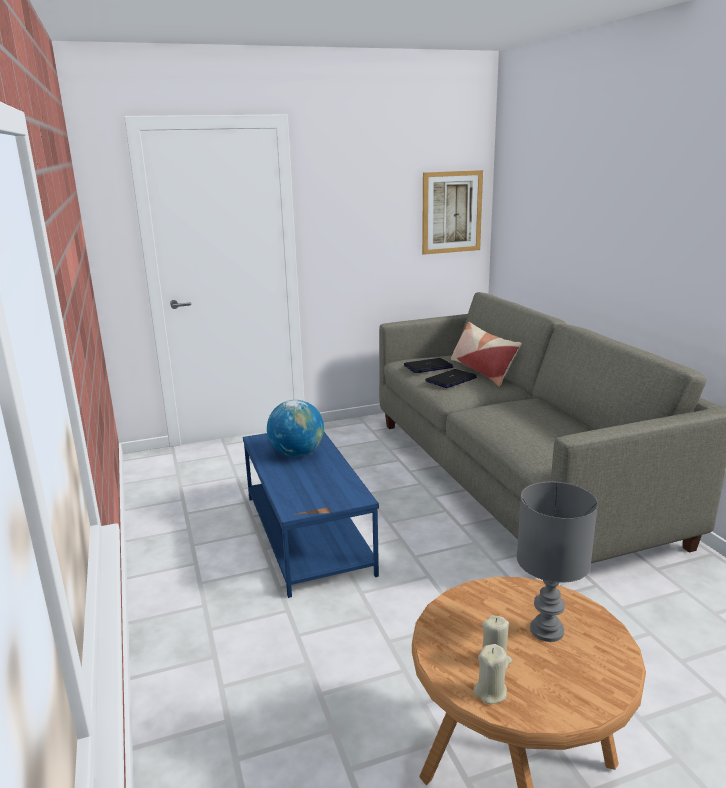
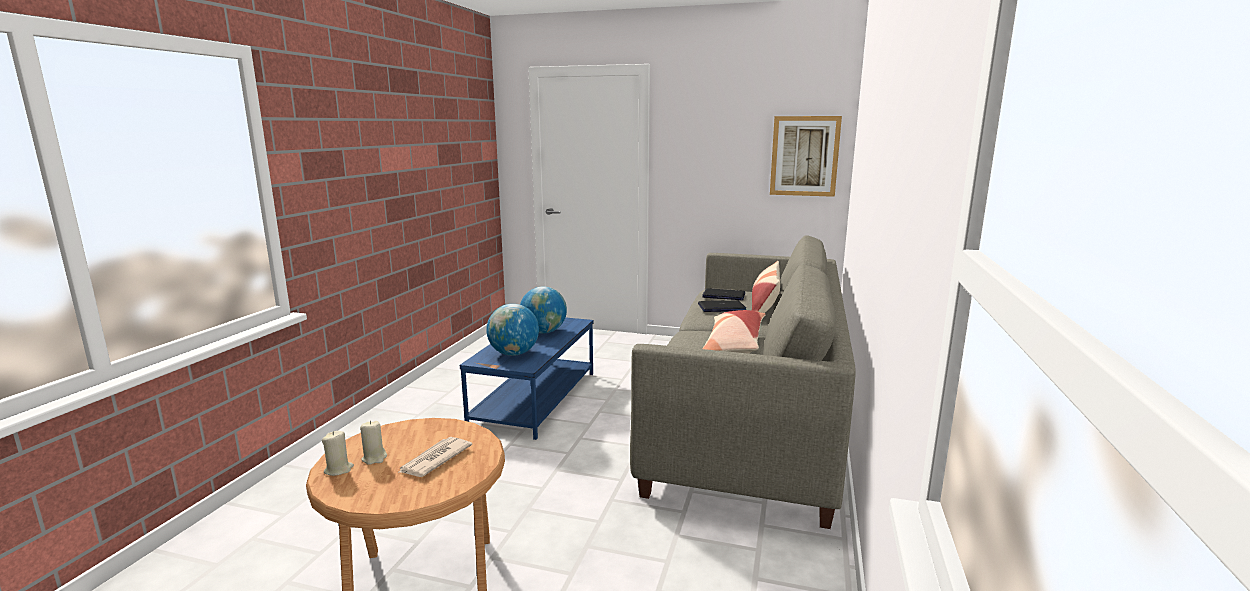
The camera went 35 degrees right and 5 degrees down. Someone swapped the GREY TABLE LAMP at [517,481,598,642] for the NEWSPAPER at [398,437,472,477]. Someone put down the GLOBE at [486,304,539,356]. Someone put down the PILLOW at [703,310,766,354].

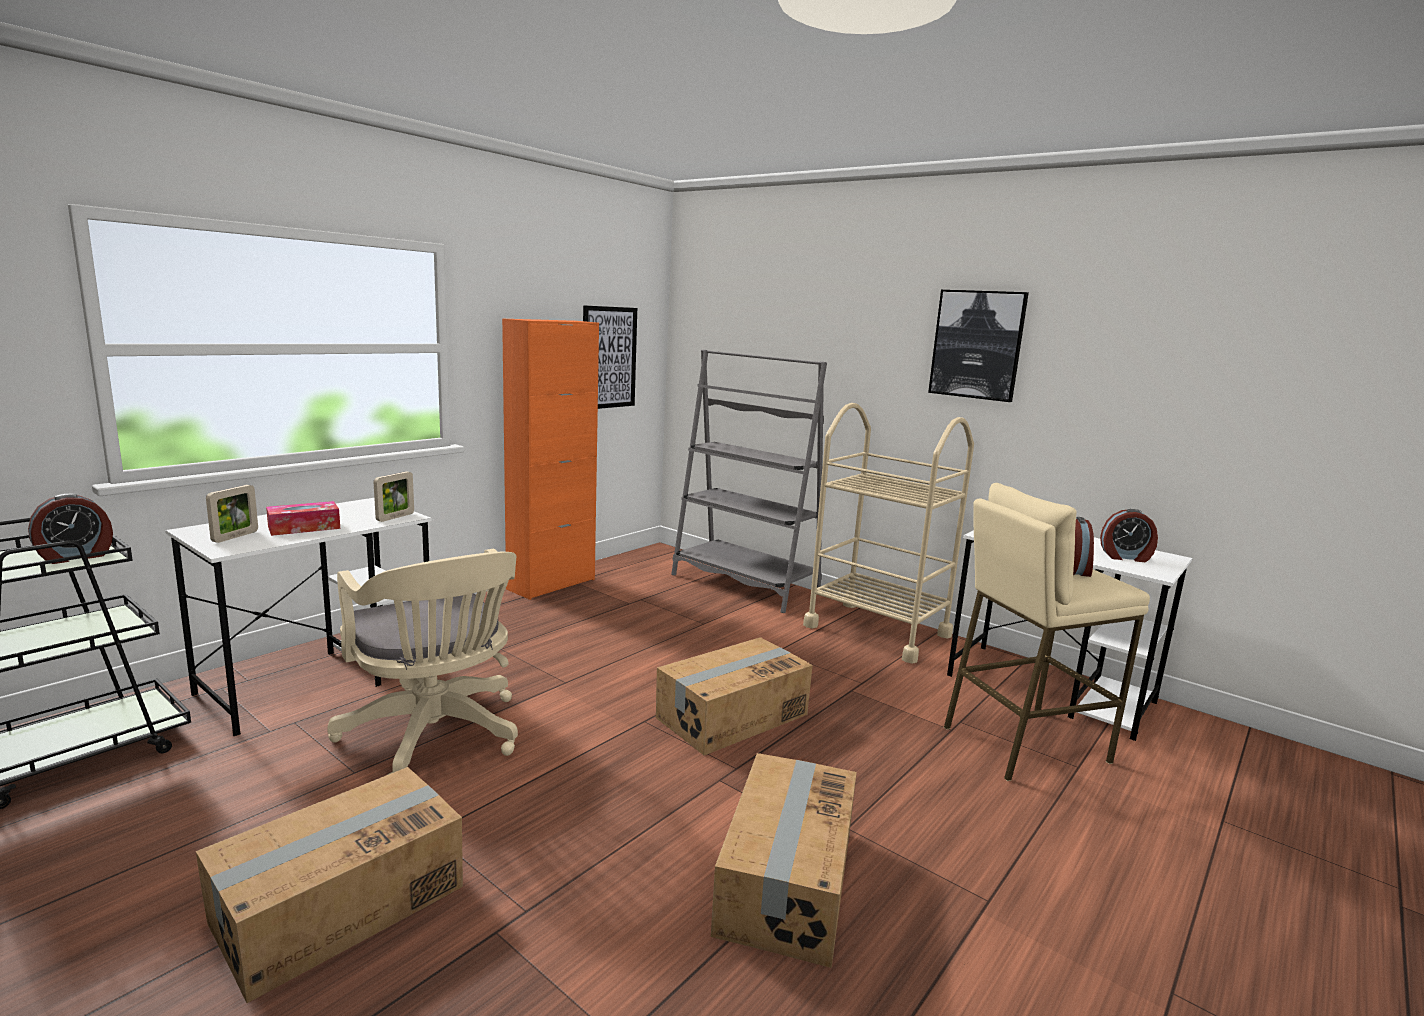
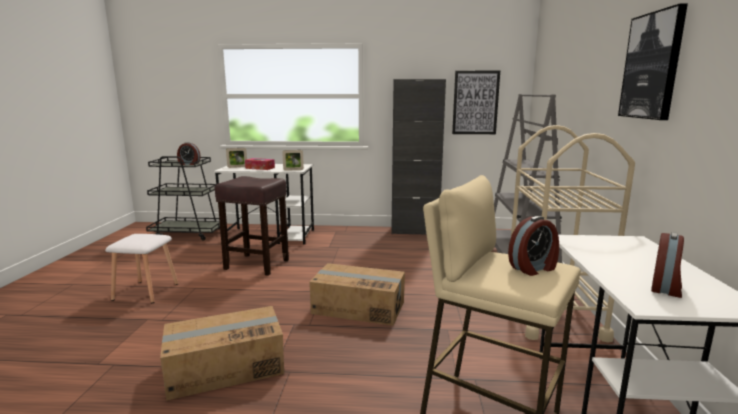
The camera went 55 degrees right and 0 degrees up. Someone swapped the CARDBOARD BOX at [196,767,463,1003] for the WHITE STOOL at [105,234,178,303]. Someone swapped the BEIGE OFFICE CHAIR at [327,549,518,775] for the BROWN STOOL at [215,176,289,276]. Someone repainted the ORANGE CABINET at [502,318,599,600], which became the BLACK CABINET at [391,79,446,234]. Someone rotated the ALARM CLOCK at [1100,509,1158,562] by 120 degrees counterclockwise.

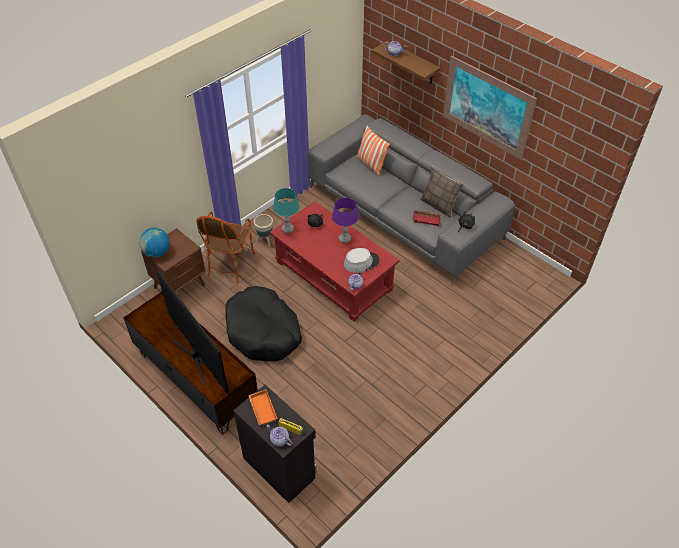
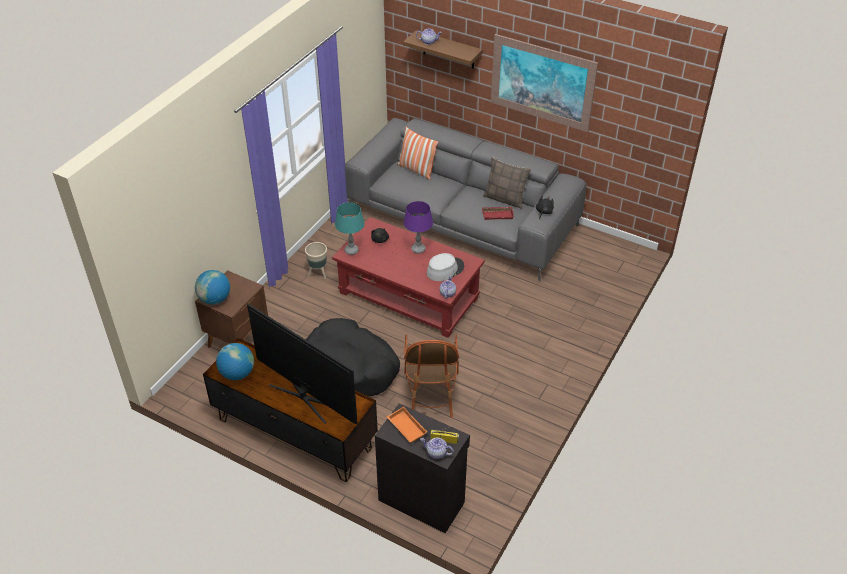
The camera went 15 degrees left and 5 degrees down. Someone carried the ARMCHAIR from [196,212,255,283] to [404,334,459,418]. Someone put down the GLOBE at [216,343,254,380].

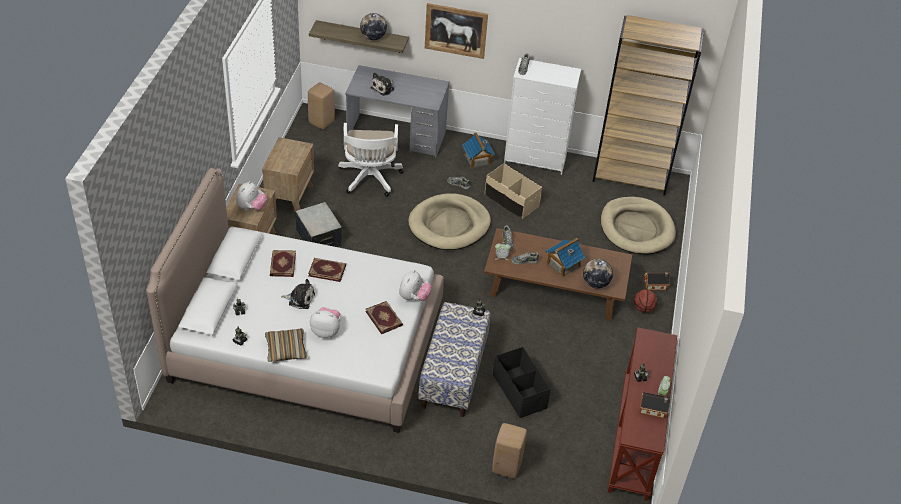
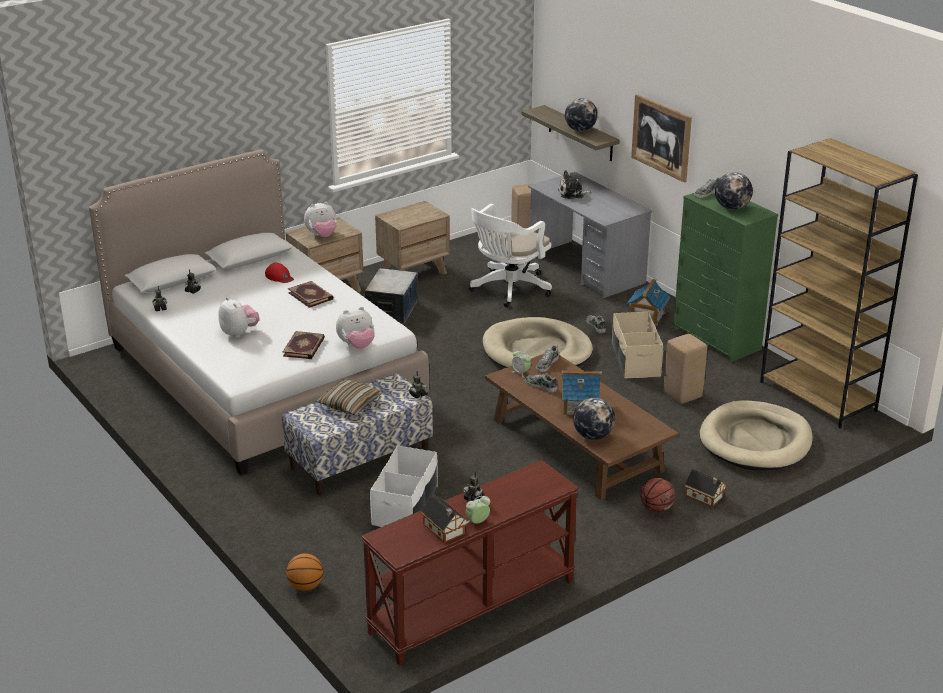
The camera went 45 degrees right and 15 degrees down. Someone carried the PILLOW from [265,329,307,362] to [316,379,382,415]. Someone swapped the BOOK at [270,250,296,277] for the RED CAP at [265,263,294,283]. Someone took away the PLUSH TOY at [281,279,315,309]. Someone carried the BEIGE STOOL from [492,423,527,478] to [664,334,707,404]. Someone repainted the BLACK STORAGE BOX at [493,347,551,418], which became the WHITE STORAGE BOX at [370,445,438,527]. Someone repainted the WHITE DRESSER at [504,58,581,175], which became the GREEN DRESSER at [673,193,778,363]. Someone put down the BASKETBALL at [286,553,323,591]. Someone put down the GLOBE at [715,172,753,210].

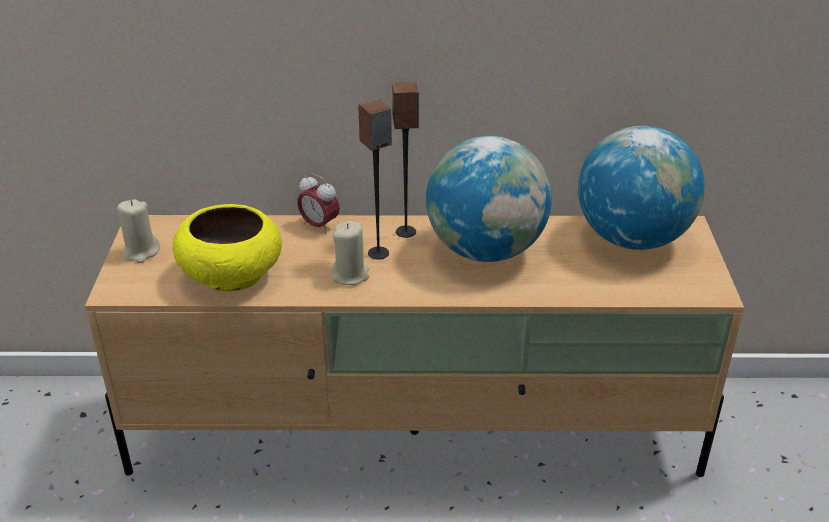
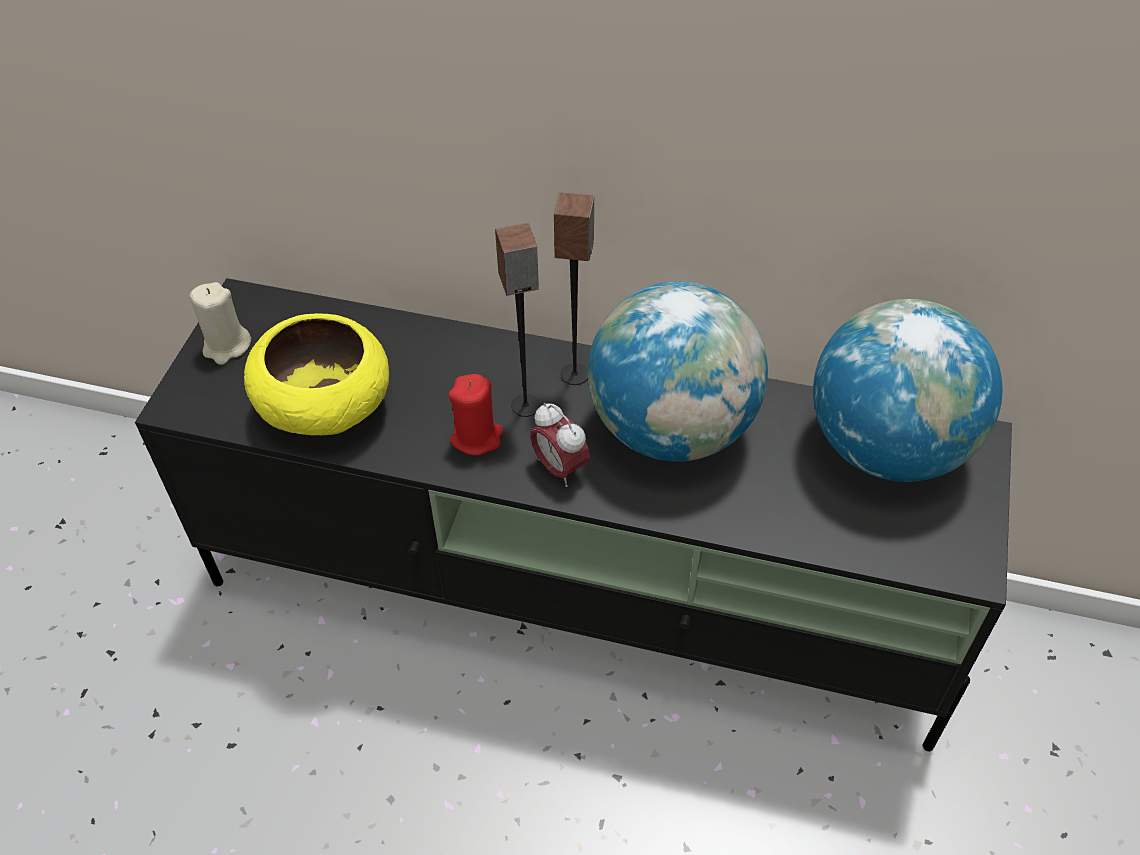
The camera went 15 degrees right and 15 degrees up. Someone repainted the BEIGE TV STAND at [85,215,744,477], which became the BLACK TV STAND at [135,278,1012,751]. Someone carried the ALARM CLOCK from [297,173,340,234] to [530,403,590,487]. Someone repainted the BEIGE CANDLE at [332,221,369,285], which became the RED CANDLE at [449,374,504,455].

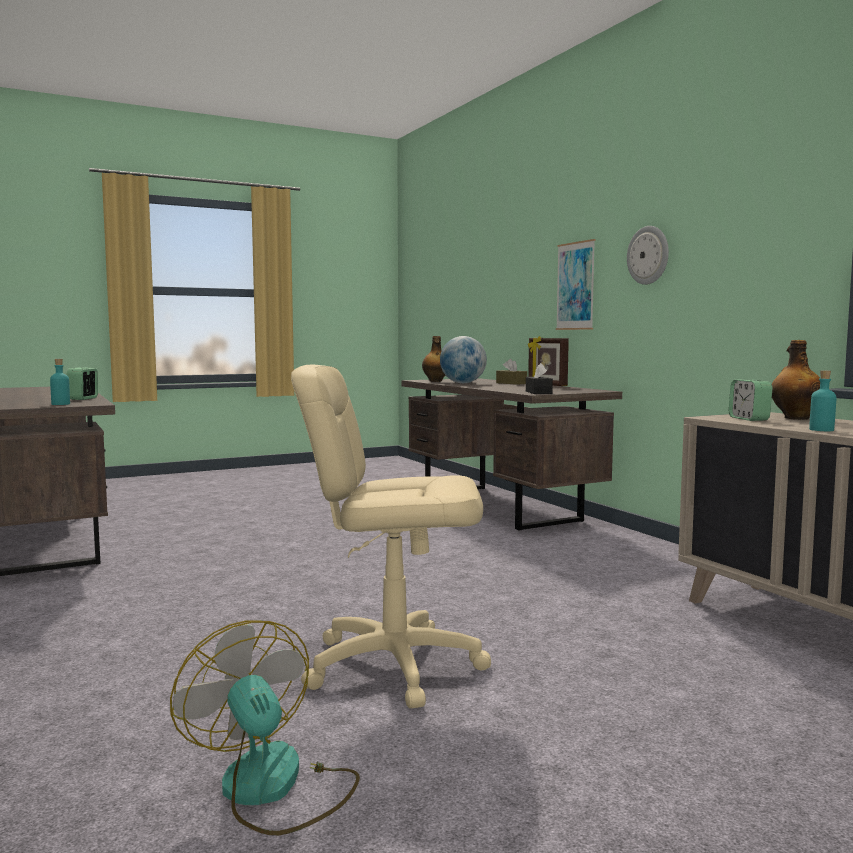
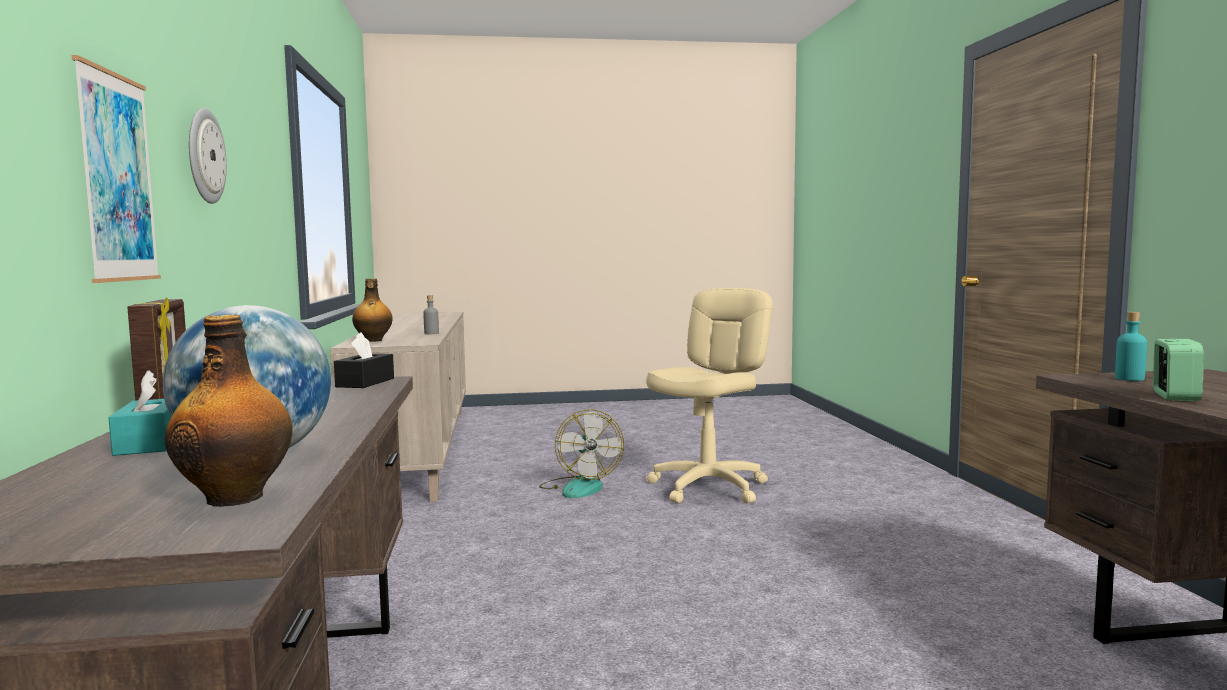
The camera went 160 degrees left and 0 degrees up. Someone carried the FAN from [170,620,360,835] to [539,409,624,498]. Someone rotated the BEIGE OFFICE CHAIR at [291,365,491,708] by 75 degrees counterclockwise. Someone repainted the BROWN TISSUE BOX at [496,359,527,385], which became the TURQUOISE TISSUE BOX at [108,370,171,456]. Someone took away the ALARM CLOCK at [729,380,773,421]. Someone repainted the TURQUOISE BOTTLE at [809,370,836,431], which became the GREY BOTTLE at [423,295,439,334].

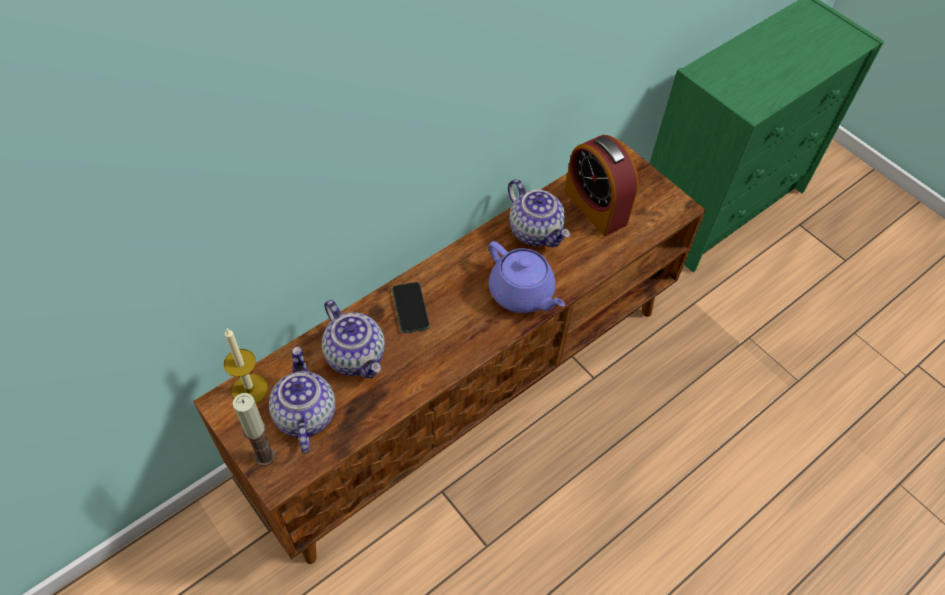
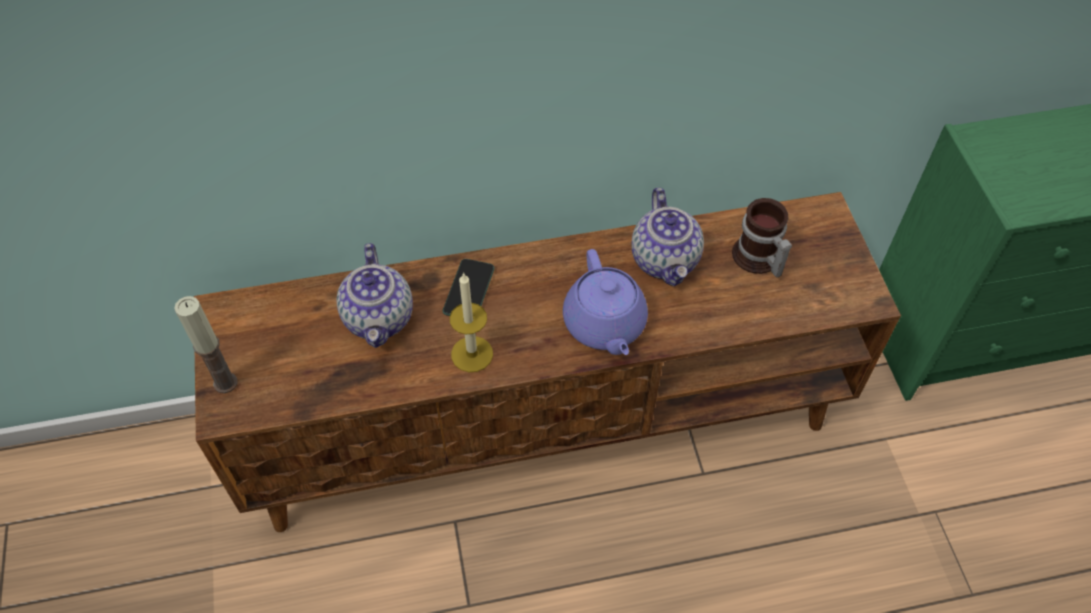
The camera went 30 degrees right and 0 degrees up. Someone carried the CANDLE from [224,329,268,404] to [450,272,493,372]. Someone took away the TEAPOT at [269,347,336,453]. Someone swapped the ALARM CLOCK at [564,135,638,236] for the MUG at [732,198,792,277].

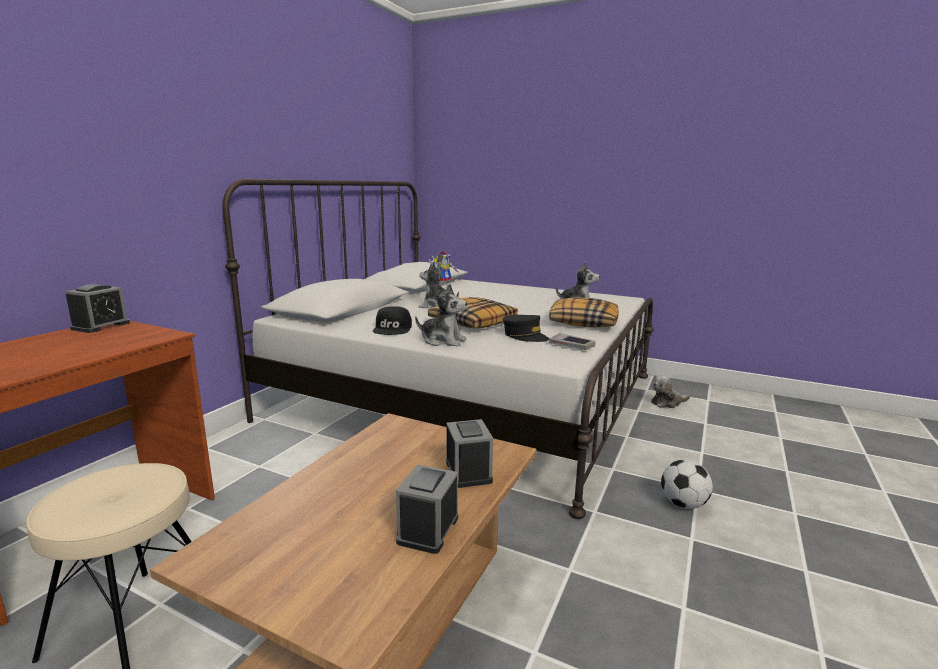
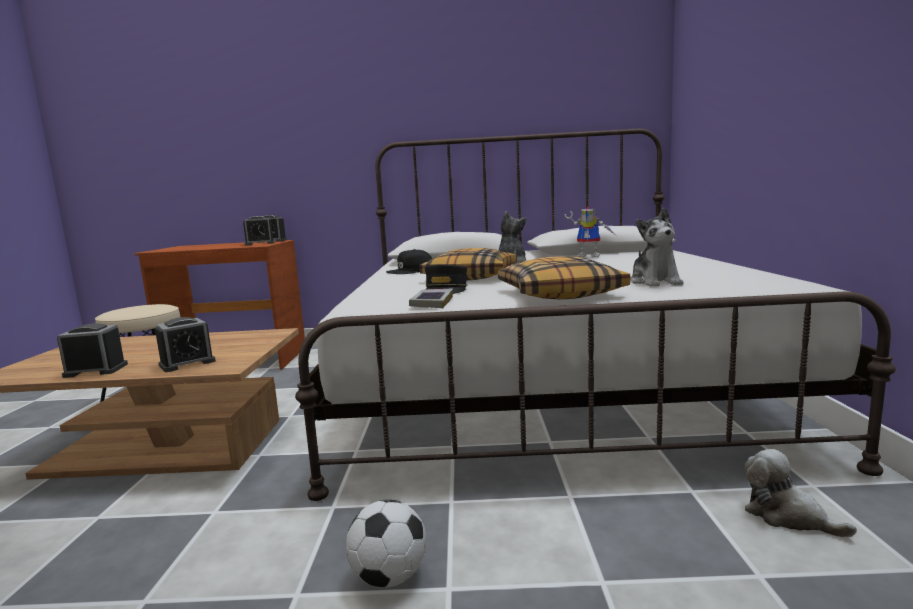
The camera went 65 degrees right and 5 degrees down. Someone took away the PLUSH TOY at [415,284,467,347]. Someone put down the ALARM CLOCK at [243,216,275,245].

